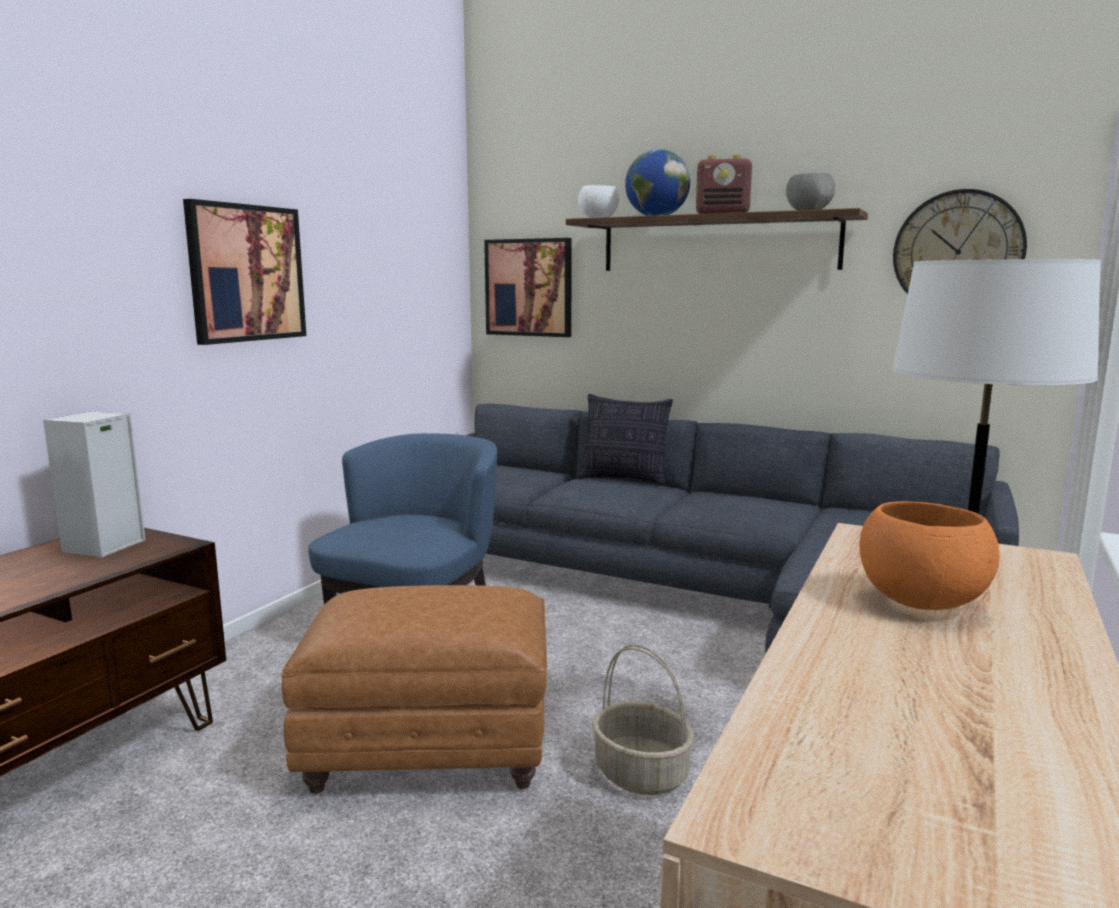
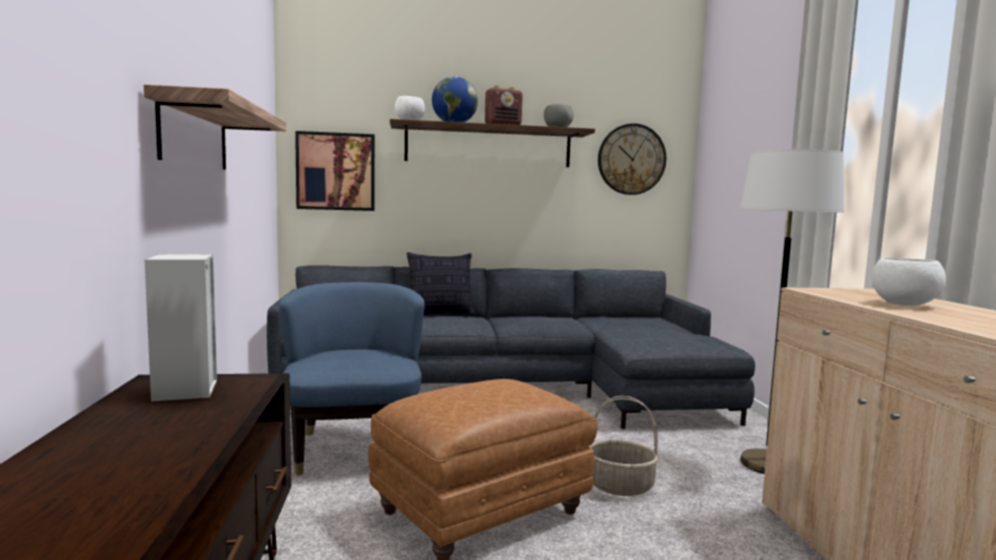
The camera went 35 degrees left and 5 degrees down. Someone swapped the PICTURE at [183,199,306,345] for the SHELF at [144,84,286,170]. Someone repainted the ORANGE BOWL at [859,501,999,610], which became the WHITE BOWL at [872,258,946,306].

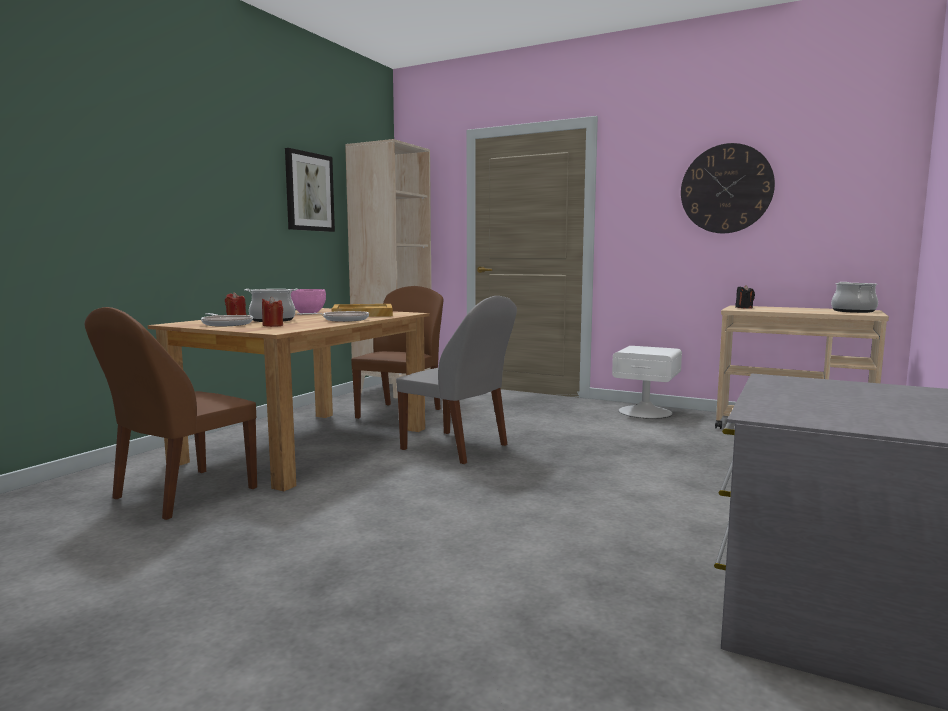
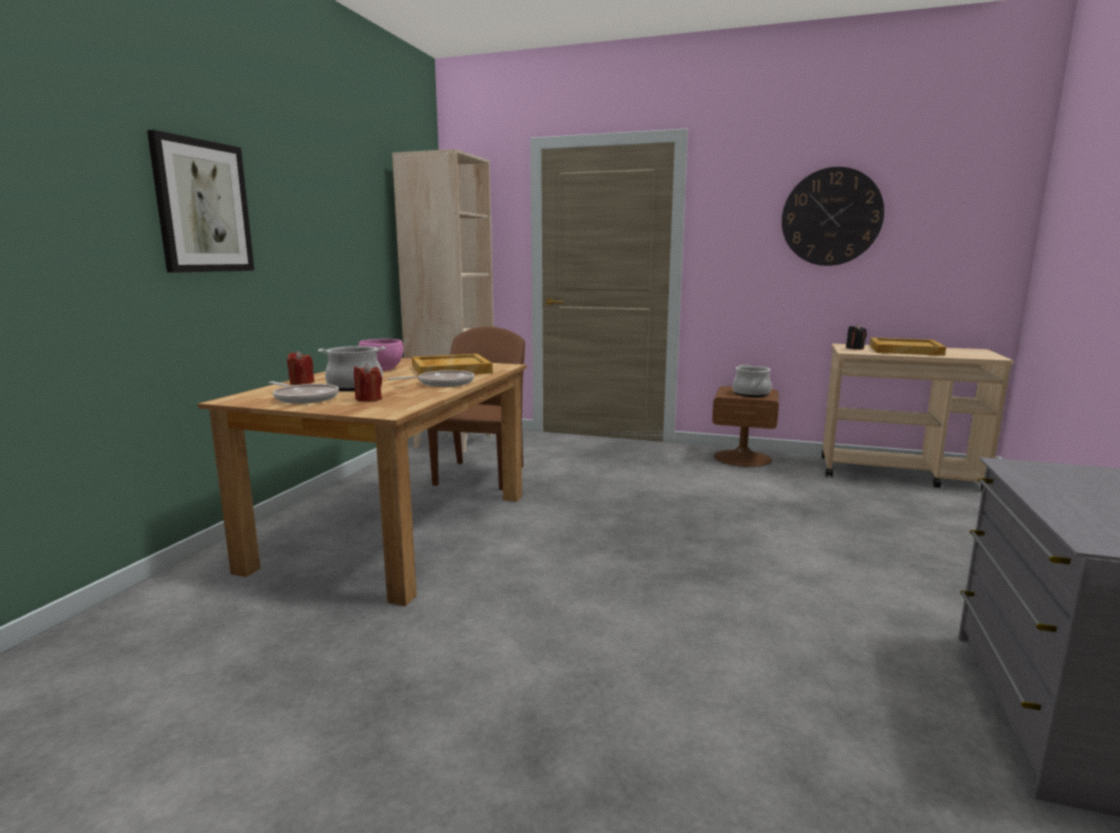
The camera went 10 degrees left and 5 degrees up. Someone took away the BROWN CHAIR at [85,307,257,520]. Someone carried the PICTURE from [285,148,335,232] to [147,130,254,273]. Someone took away the GREY CHAIR at [396,296,517,464]. Someone repainted the WHITE NIGHTSTAND at [612,346,682,419], which became the BROWN NIGHTSTAND at [712,386,779,467]. Someone carried the COOKING POT from [831,282,878,313] to [732,364,772,397]. Someone put down the BEIGE TRAY at [870,338,946,356].

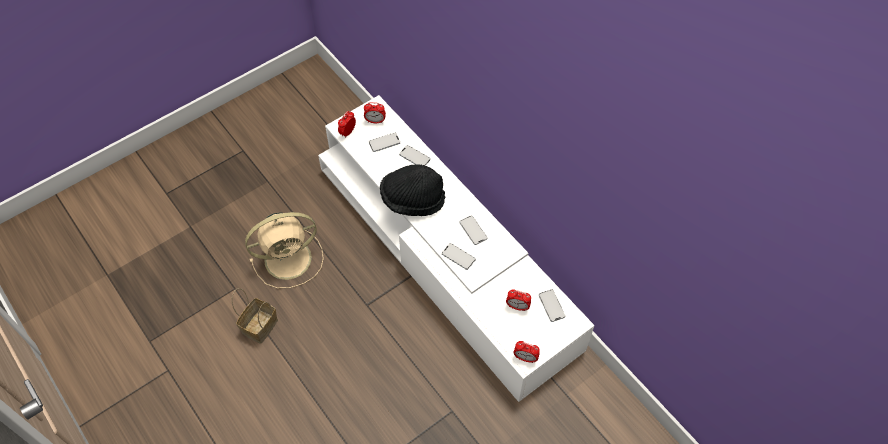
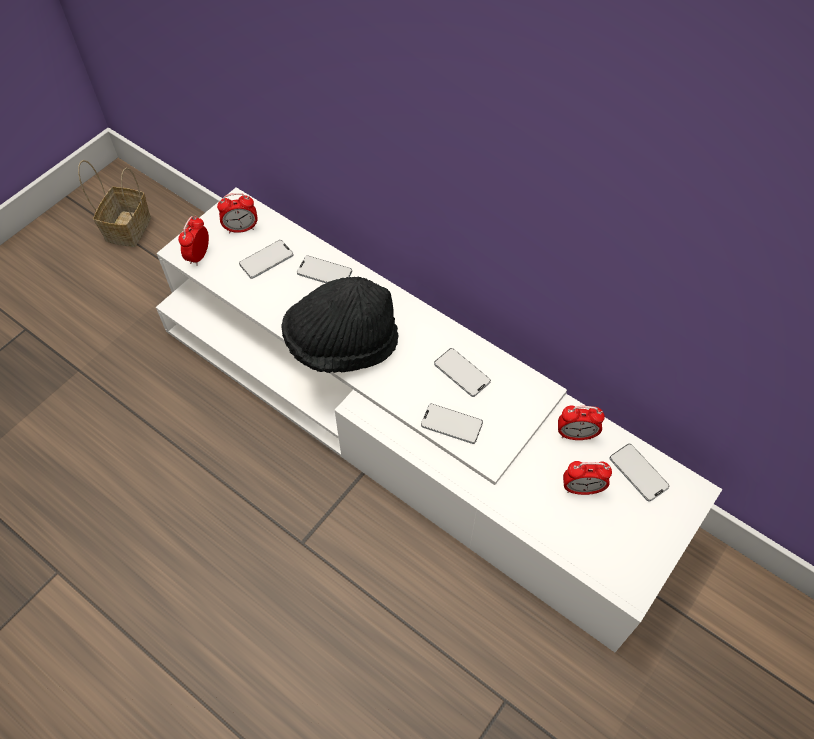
The camera went 15 degrees left and 0 degrees up. Someone carried the BASKET from [232,288,278,344] to [78,160,151,247]. Someone took away the BEIGE FAN at [245,212,324,289]. Someone carried the ALARM CLOCK from [513,341,540,363] to [558,406,605,440].

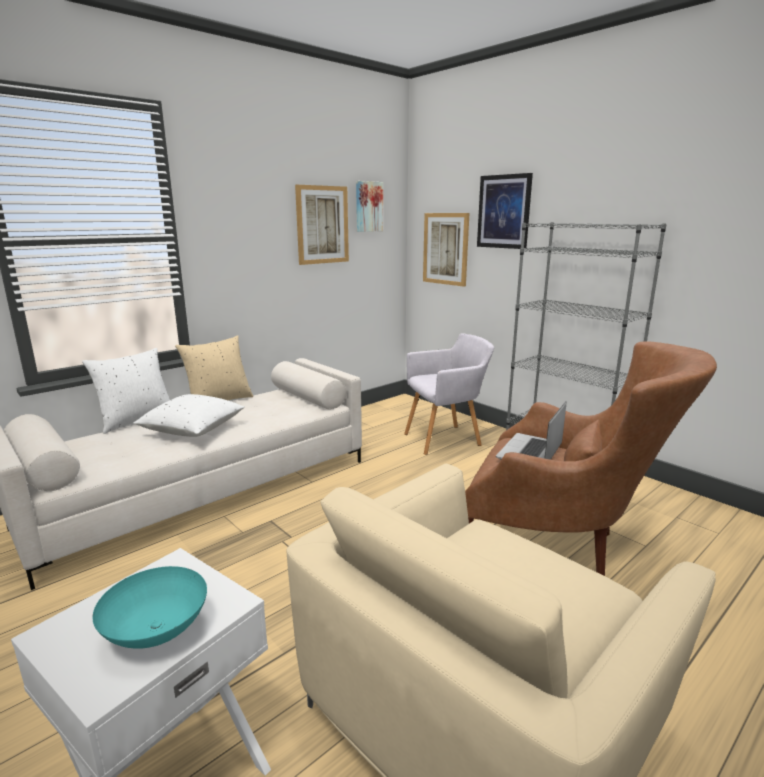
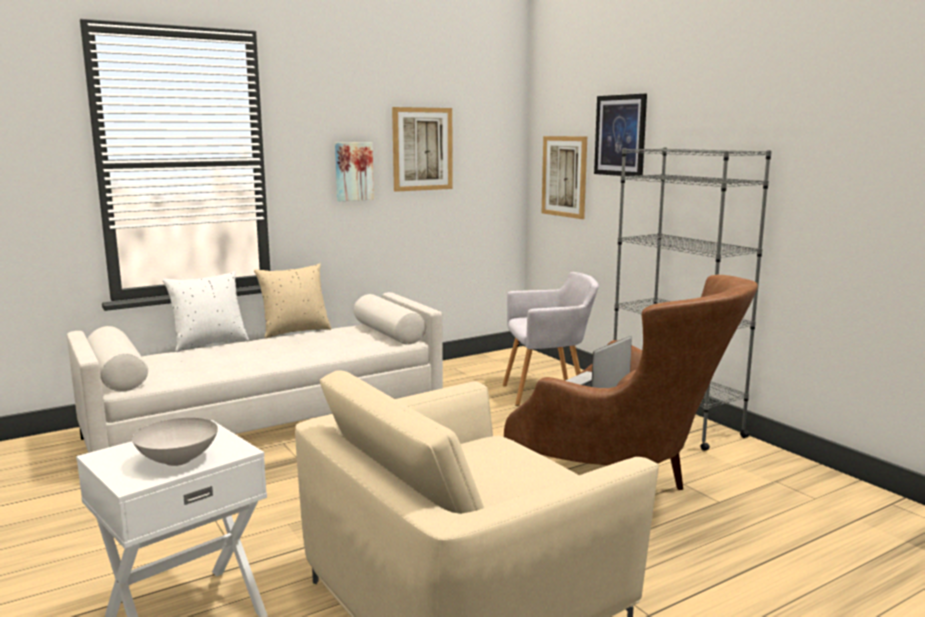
The camera went 10 degrees right and 5 degrees down. Someone repainted the TURQUOISE BOWL at [92,566,207,649], which became the WHITE BOWL at [132,418,218,466]. Someone took away the WHITE PILLOW at [133,394,245,437]. Someone carried the PICTURE from [356,181,383,232] to [335,142,374,201].

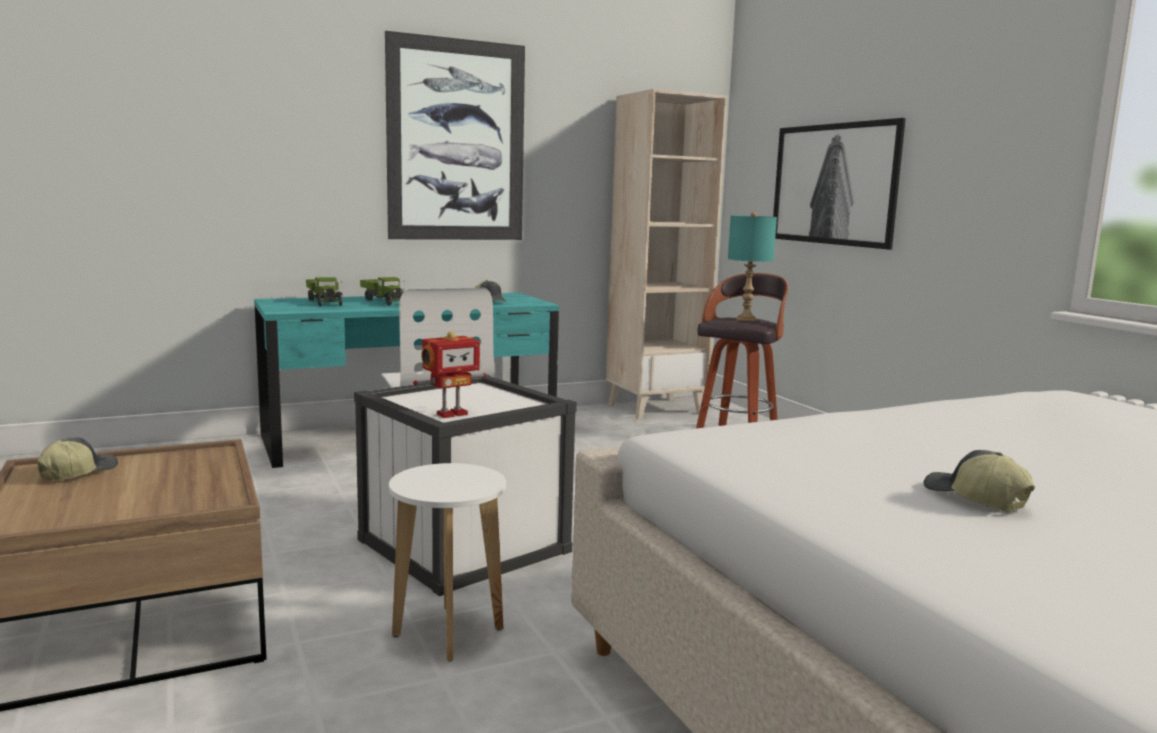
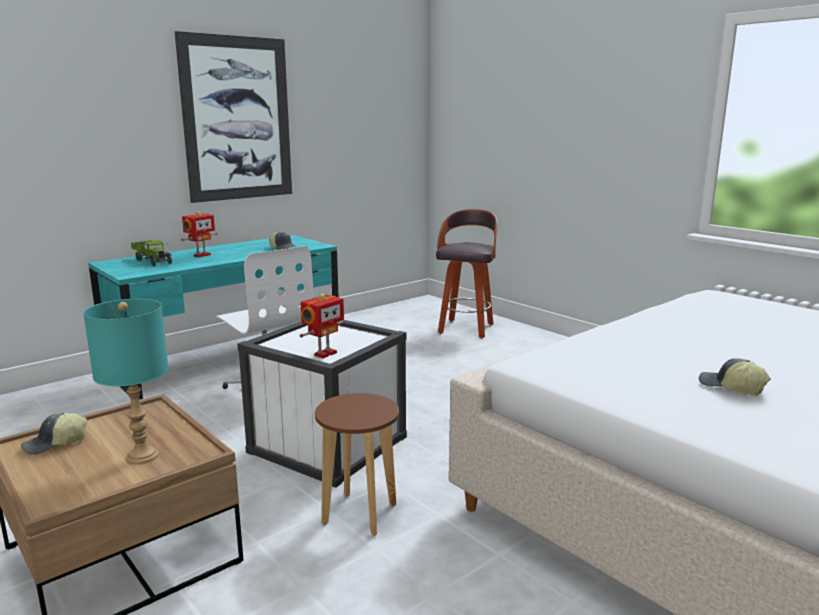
The camera went 15 degrees left and 5 degrees up. Someone rotated the CAP at [37,437,118,480] by 135 degrees counterclockwise. Someone swapped the TOY TRUCK at [360,277,405,306] for the TOY ROBOT at [181,211,217,257]. Someone repainted the WHITE STOOL at [389,463,506,661], which became the BROWN STOOL at [315,393,399,536]. Someone took away the BEIGE BOOKCASE at [606,89,727,420]. Someone carried the TURQUOISE TABLE LAMP from [728,212,777,321] to [83,299,169,465]. Someone took away the PICTURE at [773,118,906,250].

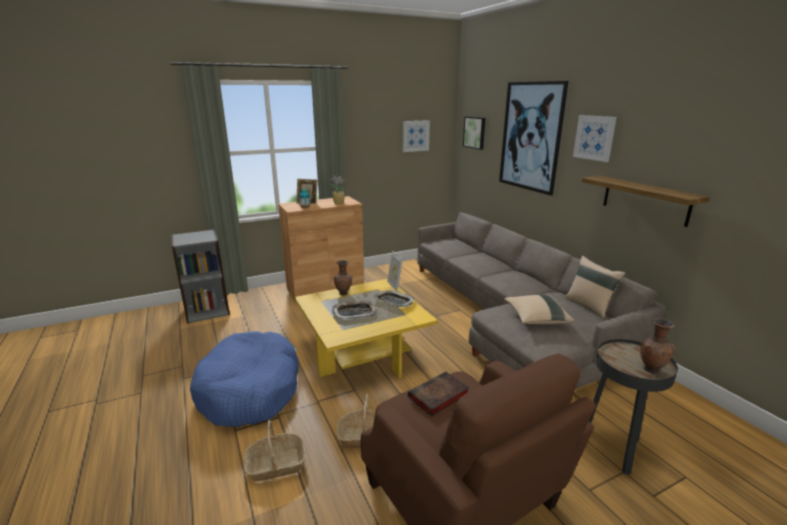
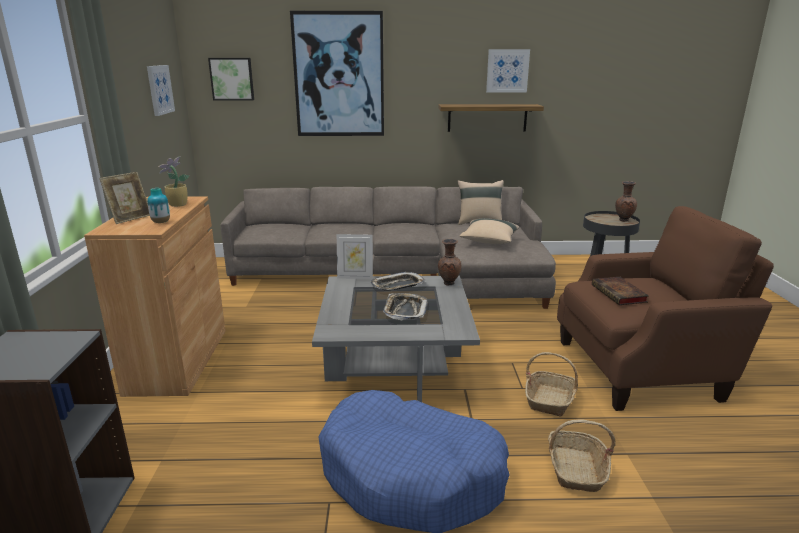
The camera went 65 degrees left and 0 degrees up. Someone repainted the YELLOW COFFEE TABLE at [295,279,438,378], which became the GREY COFFEE TABLE at [312,276,480,402]. Someone carried the BROWN VASE from [334,260,352,295] to [438,239,461,286]. Someone carried the PICTURE from [573,115,617,162] to [486,49,530,92].

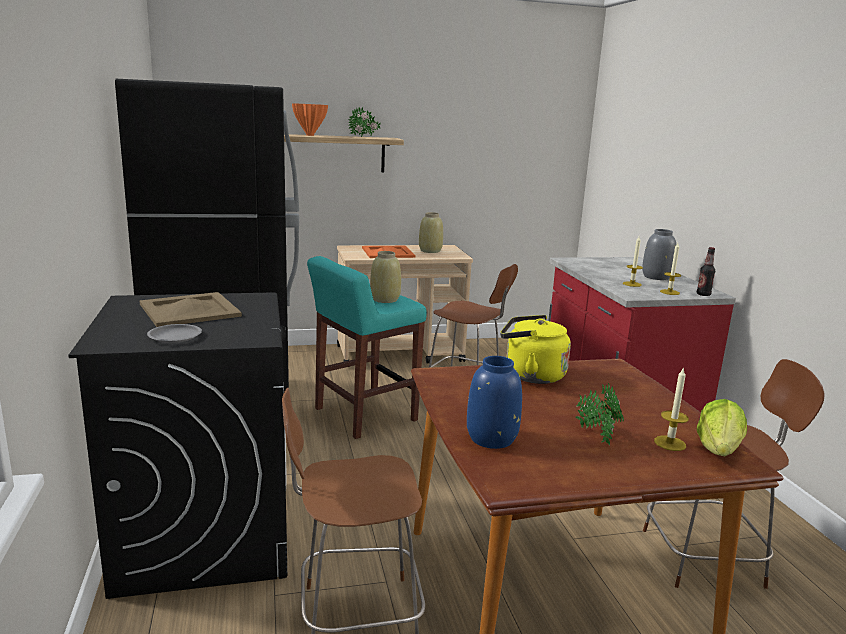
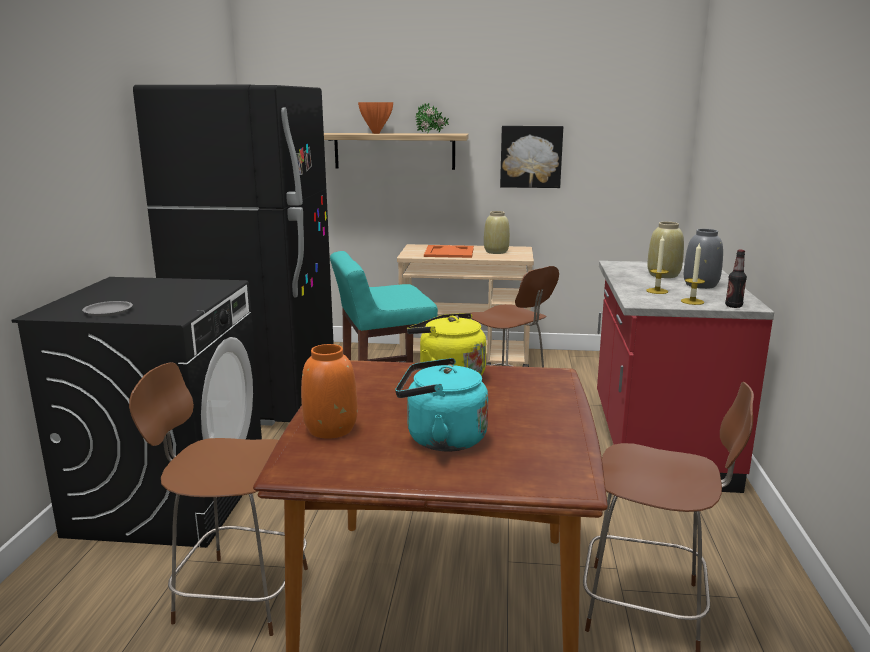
The camera went 20 degrees right and 0 degrees up. Someone took away the BEIGE TRAY at [140,292,242,327]. Someone carried the BEIGE VASE from [370,251,401,303] to [647,222,684,278]. Someone repainted the BLUE VASE at [467,356,522,449], which became the ORANGE VASE at [301,344,357,439]. Someone swapped the POTTED PLANT at [575,383,624,445] for the TURQUOISE KETTLE at [395,358,488,451]. Someone took away the CANDLE at [654,367,689,451]. Someone took away the LETTUCE at [697,399,747,456]. Someone put up the PICTURE at [500,126,563,188].

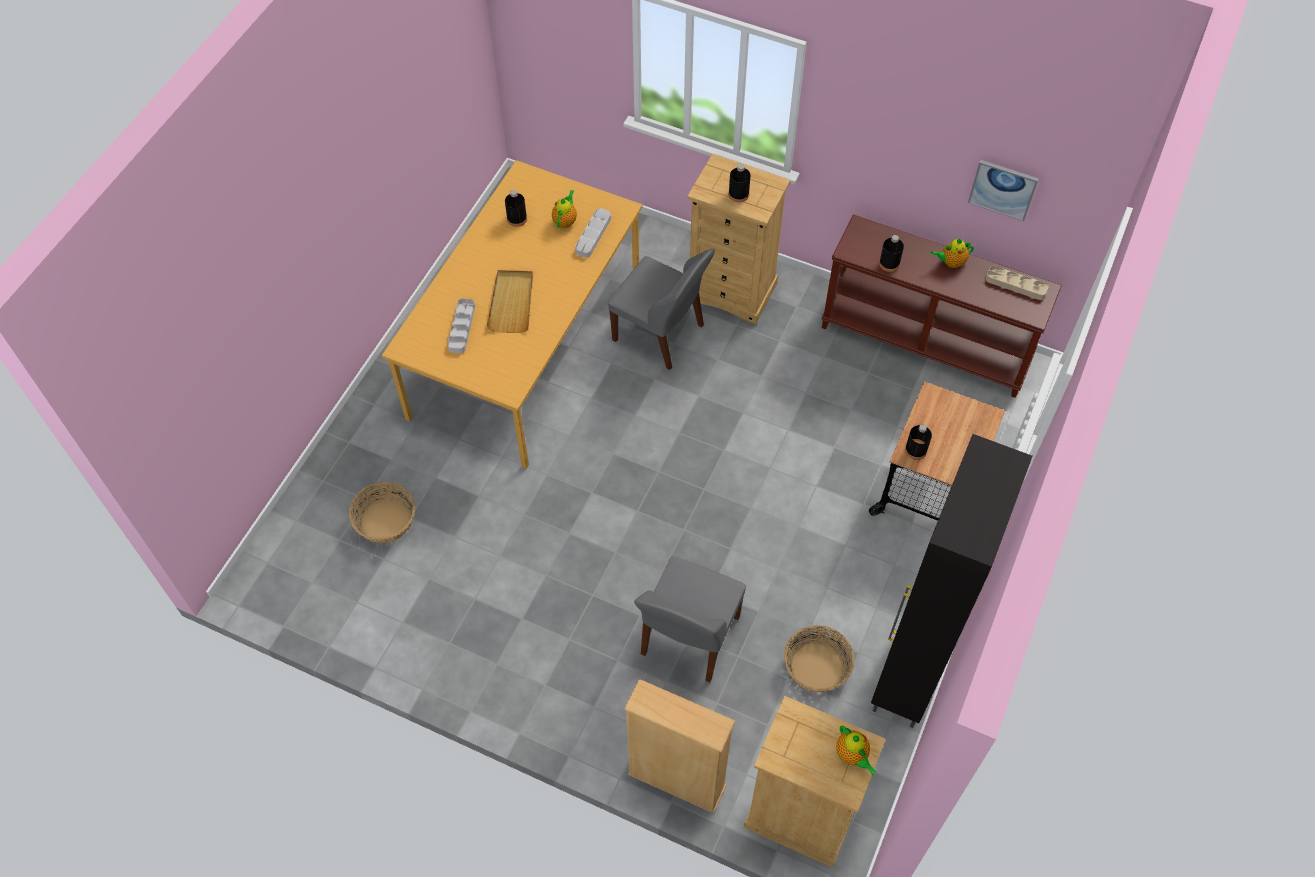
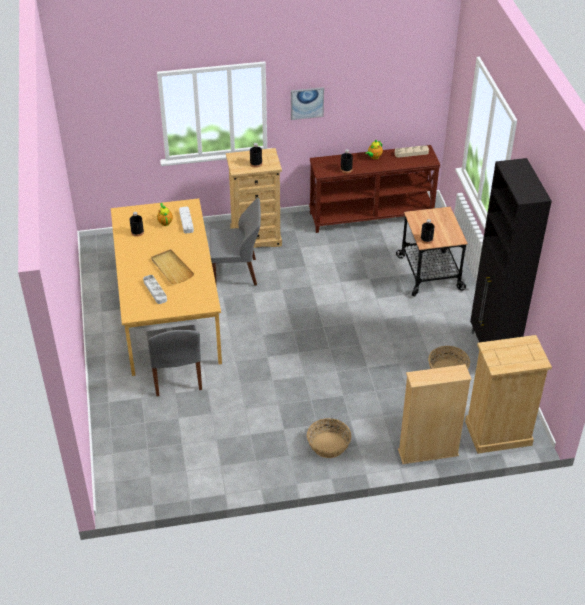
The camera went 35 degrees left and 15 degrees down. Someone carried the BASKET from [349,482,415,543] to [307,418,351,458]. Someone carried the GREY CHAIR from [634,556,746,682] to [146,325,202,396]. Someone took away the TEAPOT at [836,726,876,775]. Someone carried the PICTURE from [968,160,1039,221] to [291,87,324,120].

